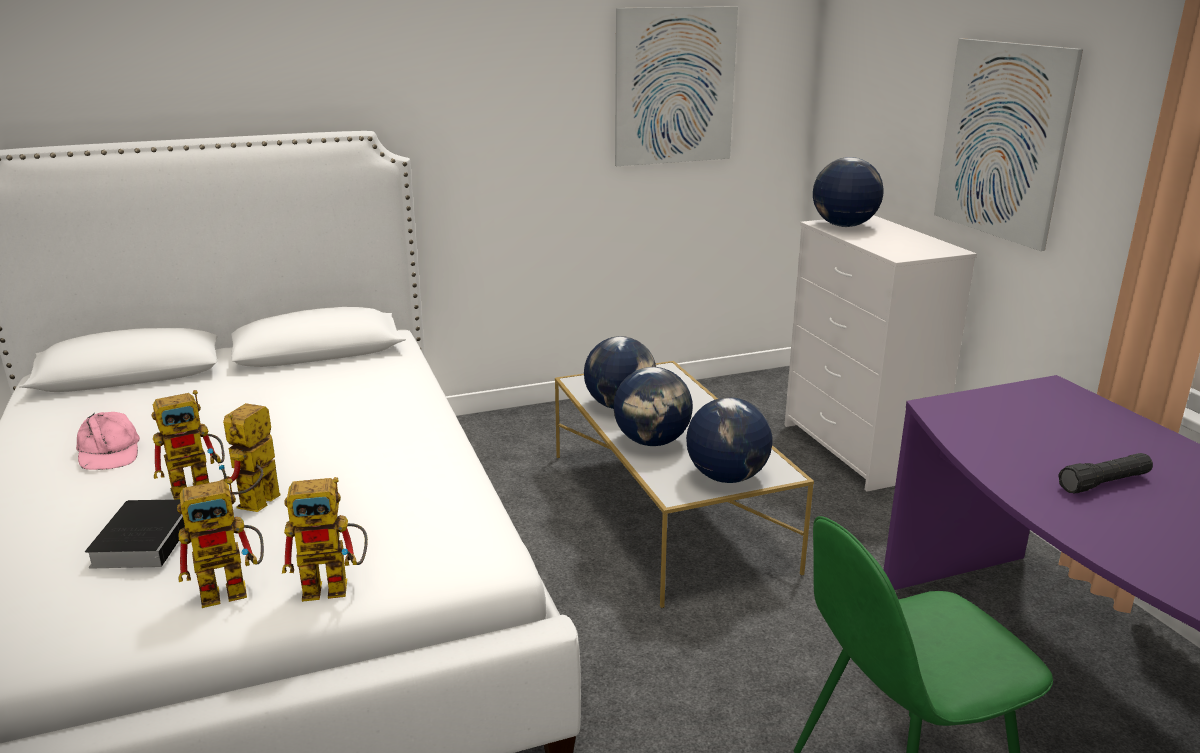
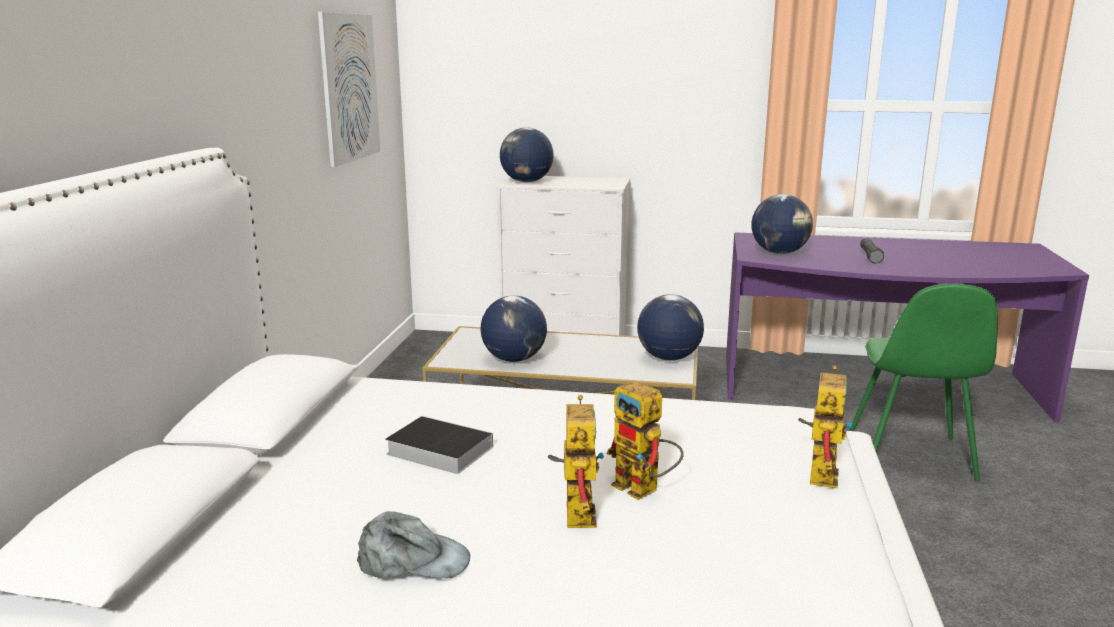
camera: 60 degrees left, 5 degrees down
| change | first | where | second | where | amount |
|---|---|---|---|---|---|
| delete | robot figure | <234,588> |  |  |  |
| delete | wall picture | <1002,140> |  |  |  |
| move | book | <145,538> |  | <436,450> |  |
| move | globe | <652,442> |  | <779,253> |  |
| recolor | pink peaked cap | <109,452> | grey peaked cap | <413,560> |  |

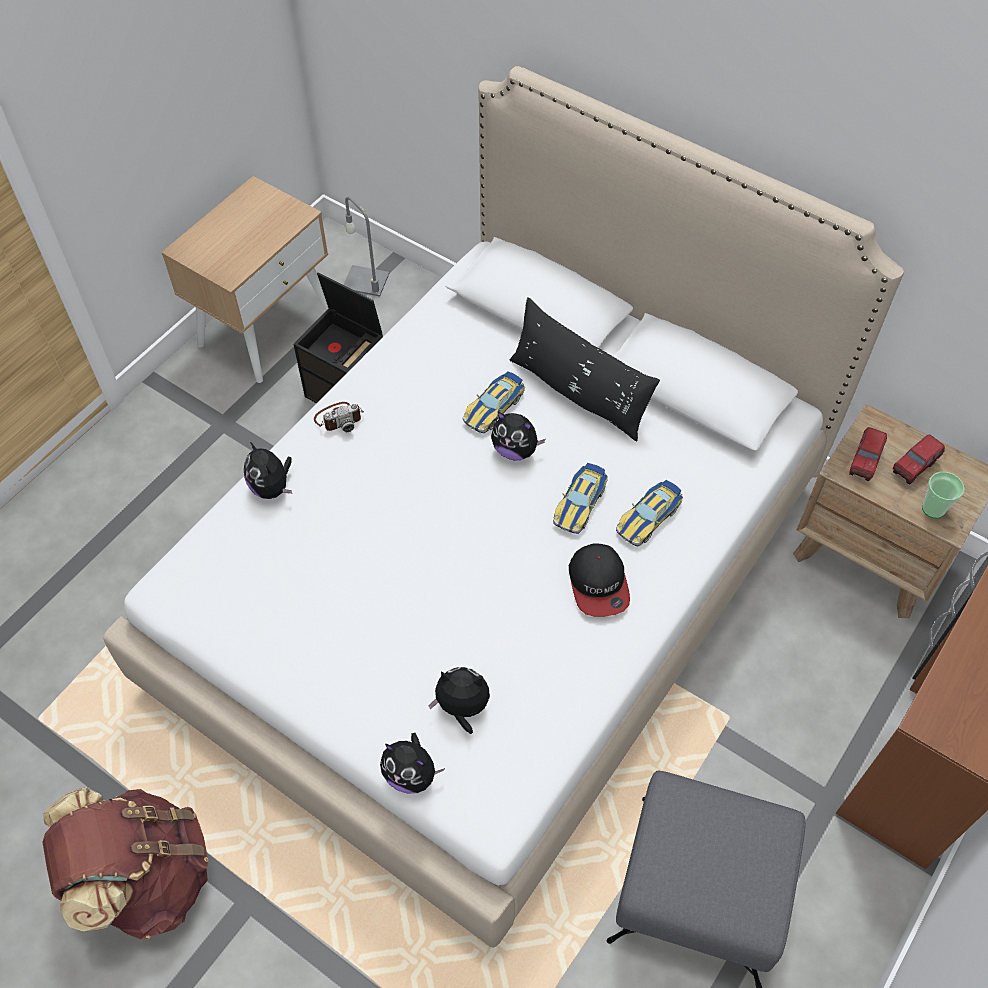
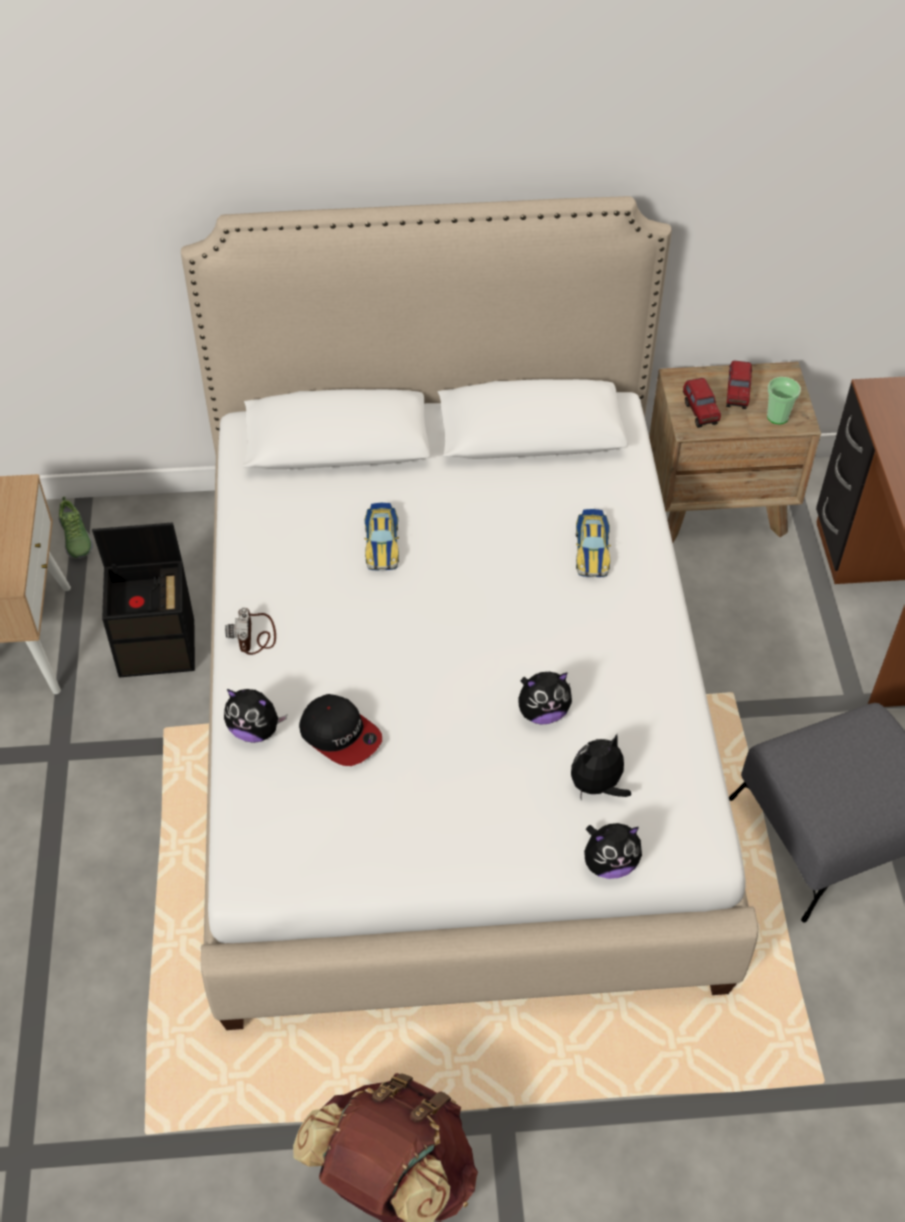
camera: 40 degrees left, 5 degrees down
| change | first | where | second | where | amount |
|---|---|---|---|---|---|
| delete | black-coloured throw pillow | <578,393> |  |  |  |
| delete | model car | <580,503> |  |  |  |
| move | soft toy | <515,450> |  | <542,712> |  |
| move | peaked cap | <599,584> |  | <340,735> |  |
| replace | grey tabletop lamp | <367,281> | shoe | <75,538> |  |
| rotate | photo camera | <339,418> |  | <254,635> | 150 degrees clockwise |

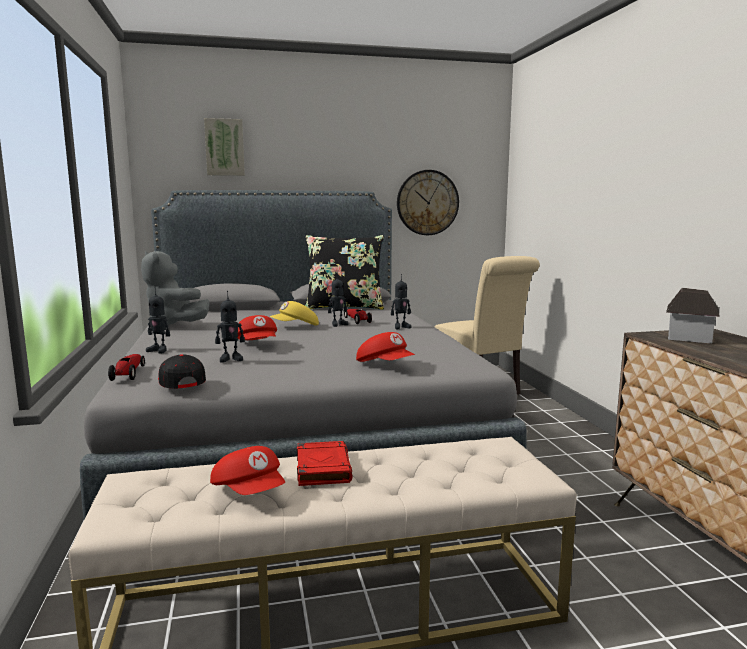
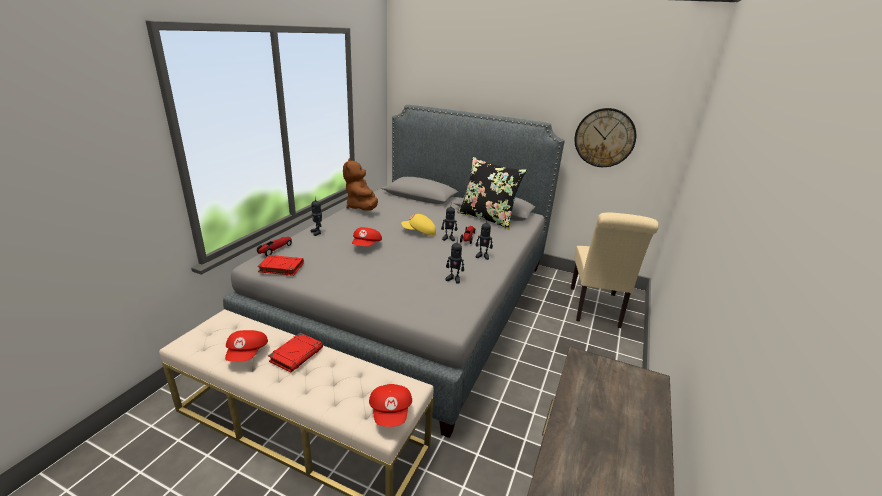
camera: 35 degrees right, 15 degrees up
| change | first | where | second | where | amount |
|---|---|---|---|---|---|
| delete | wall picture | <224,147> |  |  |  |
| delete | model house | <689,337> |  |  |  |
| move | robot figure | <231,359> |  | <454,279> |  |
| move | reddish peaked cap | <385,365> |  | <391,412> |  |
| replace | black-coloured peaked cap | <180,382> | reddish book | <280,268> |  |
| recolor | grey soft toy | <174,325> | brown-coloured soft toy | <362,208> |  |

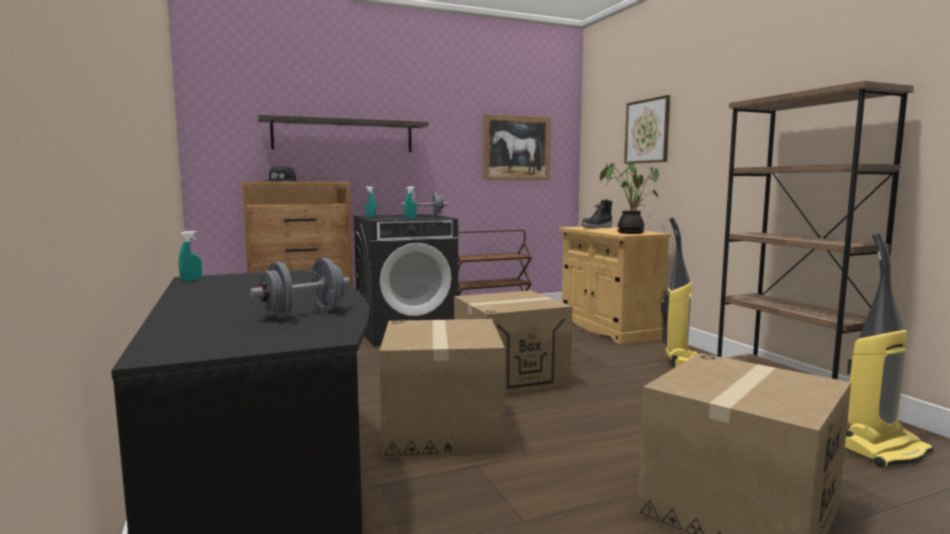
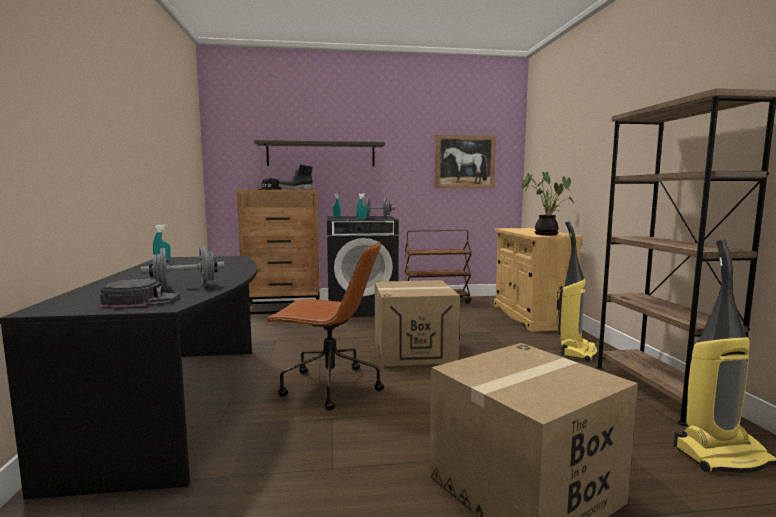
camera: 15 degrees right, 0 degrees up
| change | first | where | second | where | amount |
|---|---|---|---|---|---|
| delete | wall picture | <647,131> |  |  |  |
| insert |  |  | black-coloured peaked cap | <142,301> |  |
| move | black-coloured boot | <597,228> |  | <295,189> |  |
| replace | carton | <442,429> | brown-coloured office chair | <328,387> |  |

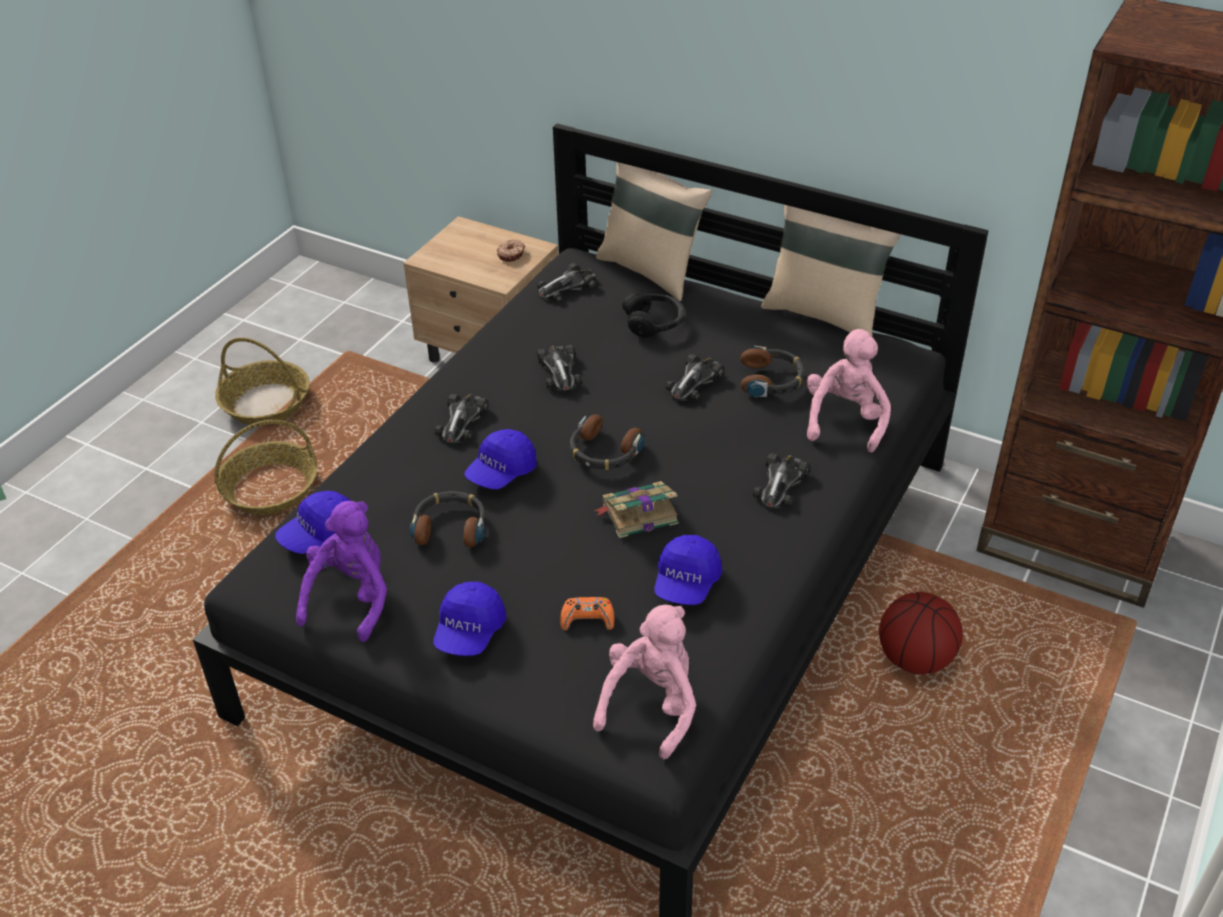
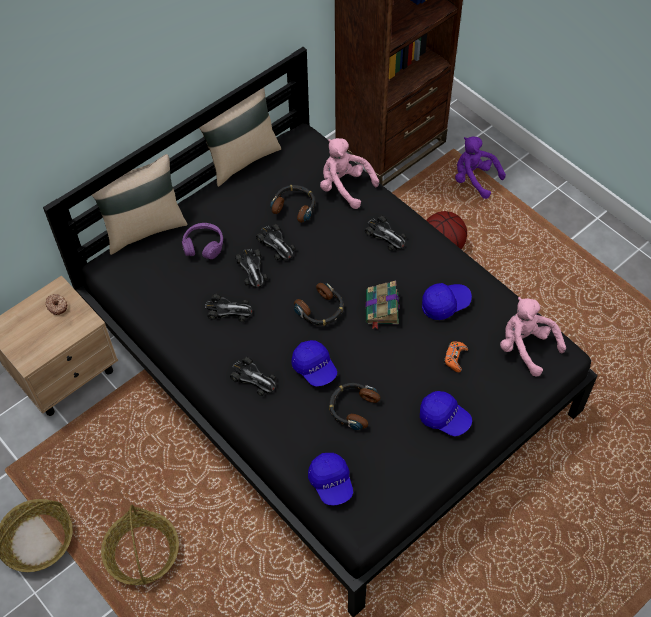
camera: 70 degrees left, 15 degrees up
| change | first | where | second | where | amount |
|---|---|---|---|---|---|
| move | purple soft toy | <352,598> |  | <474,179> |  |
| move | model car | <566,287> |  | <252,269> |  |
| recolor | black-coloured headset | <654,323> | purple headset | <203,245> |  |
| rotate | bluish peaked cap | <686,583> |  | <445,304> | 60 degrees counterclockwise |

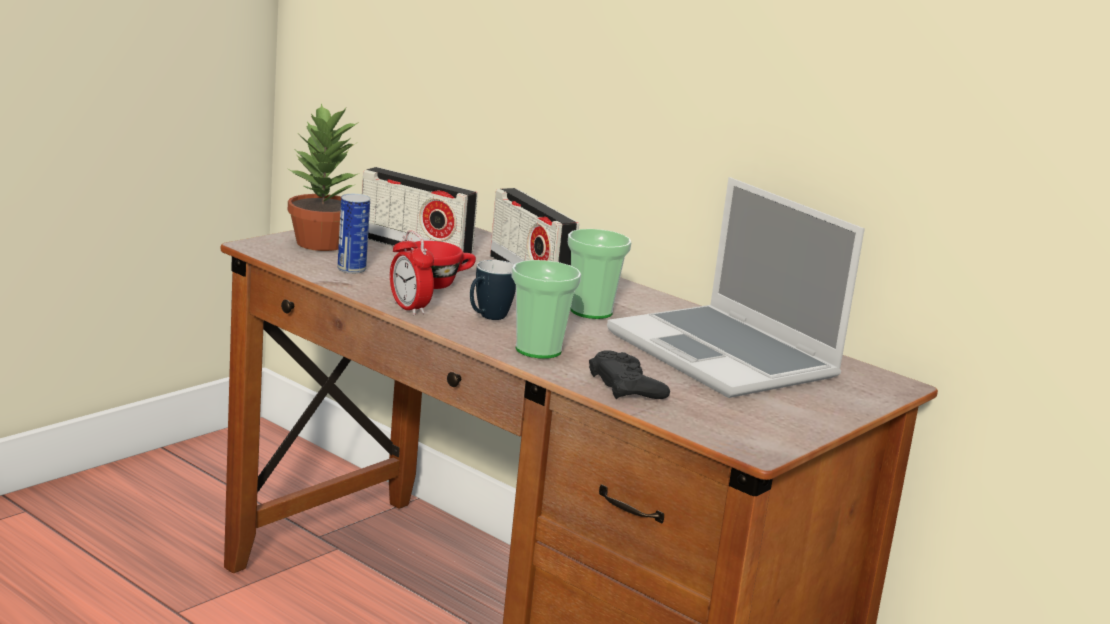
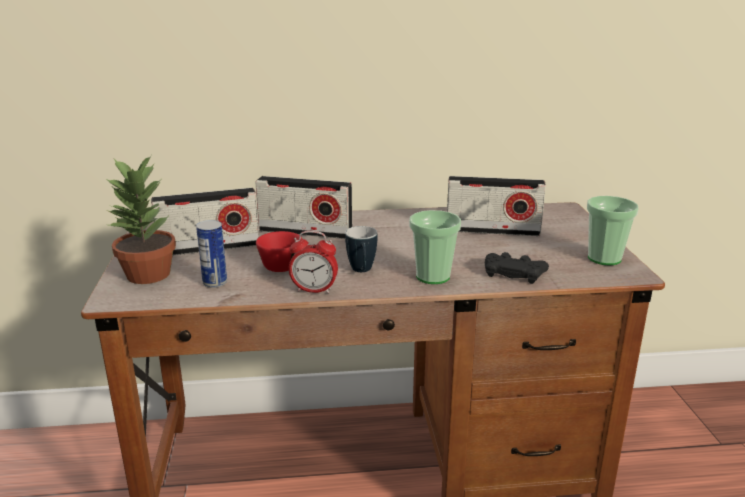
camera: 45 degrees left, 5 degrees up
| change | first | where | second | where | amount |
|---|---|---|---|---|---|
| move | small cup | <591,311> |  | <604,258> |  |
| replace | portable computer | <726,356> | radio receiver | <492,230> |  |

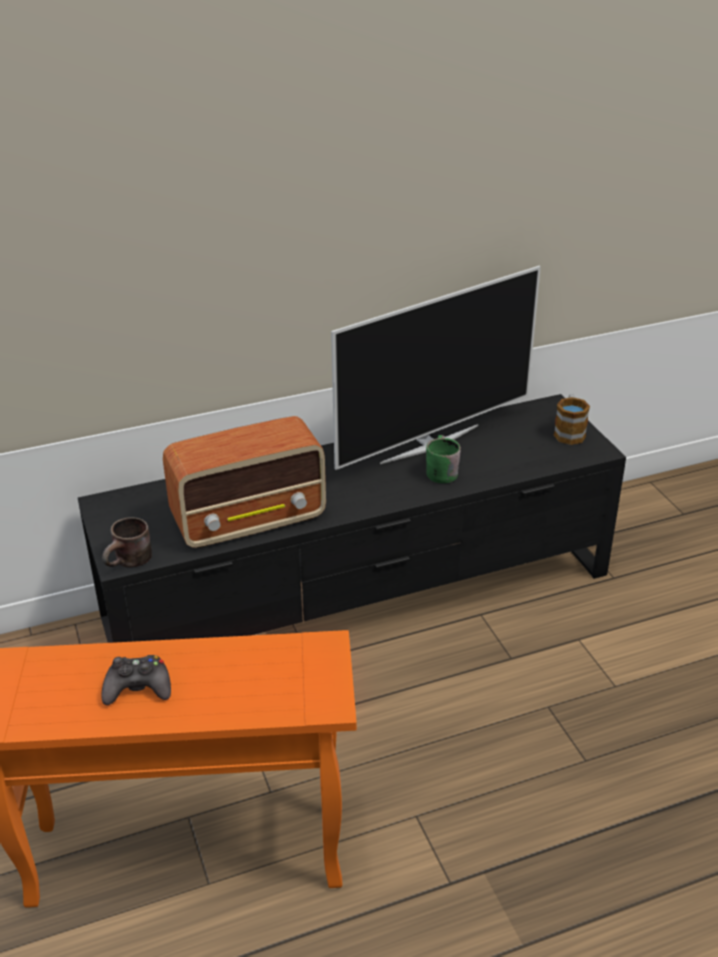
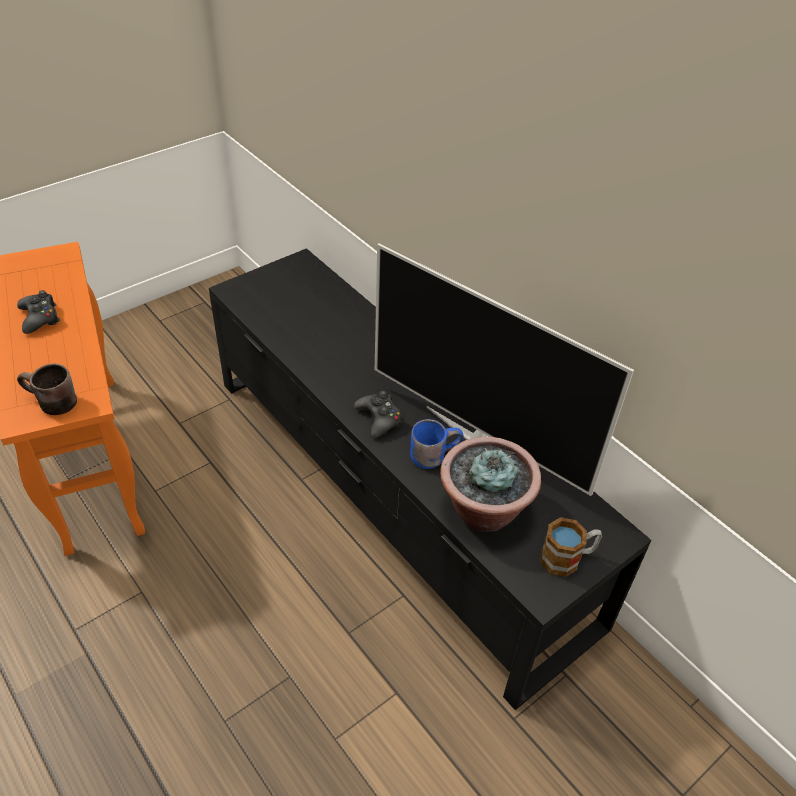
camera: 70 degrees right, 10 degrees up
| change | first | where | second | where | amount |
|---|---|---|---|---|---|
| delete | radio receiver | <250,520> |  |  |  |
| insert |  |  | black-coloured game controller | <379,419> |  |
| insert |  |  | potted plant | <483,510> |  |
| move | brown-coloured coffee mug | <131,563> |  | <50,404> |  |
| recolor | green-coloured coffee mug | <438,471> | bluish coffee mug | <433,453> |  |

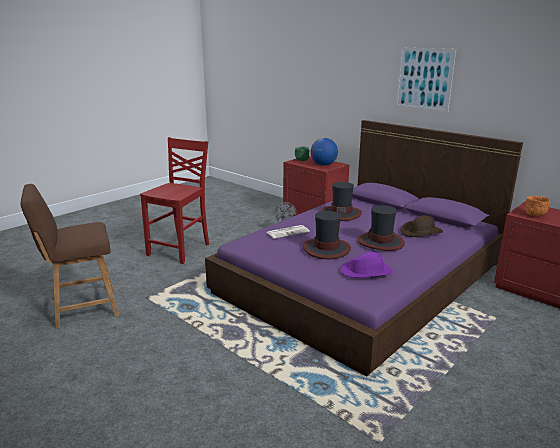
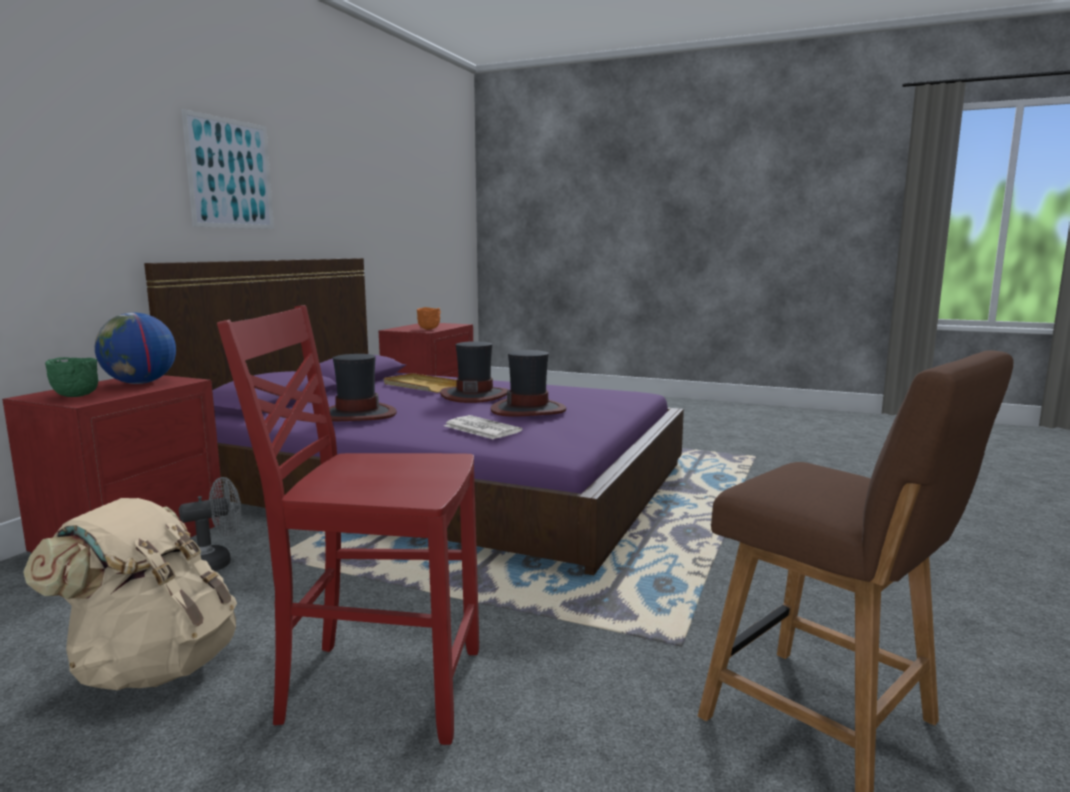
camera: 110 degrees left, 10 degrees down
| change | first | where | second | where | amount |
|---|---|---|---|---|---|
| delete | purple clothing hat | <366,271> |  |  |  |
| insert |  |  | sand-coloured rucksack | <153,666> |  |
| replace | brown-coloured clothing hat | <421,232> | sand-coloured serving tray | <421,386> |  |

